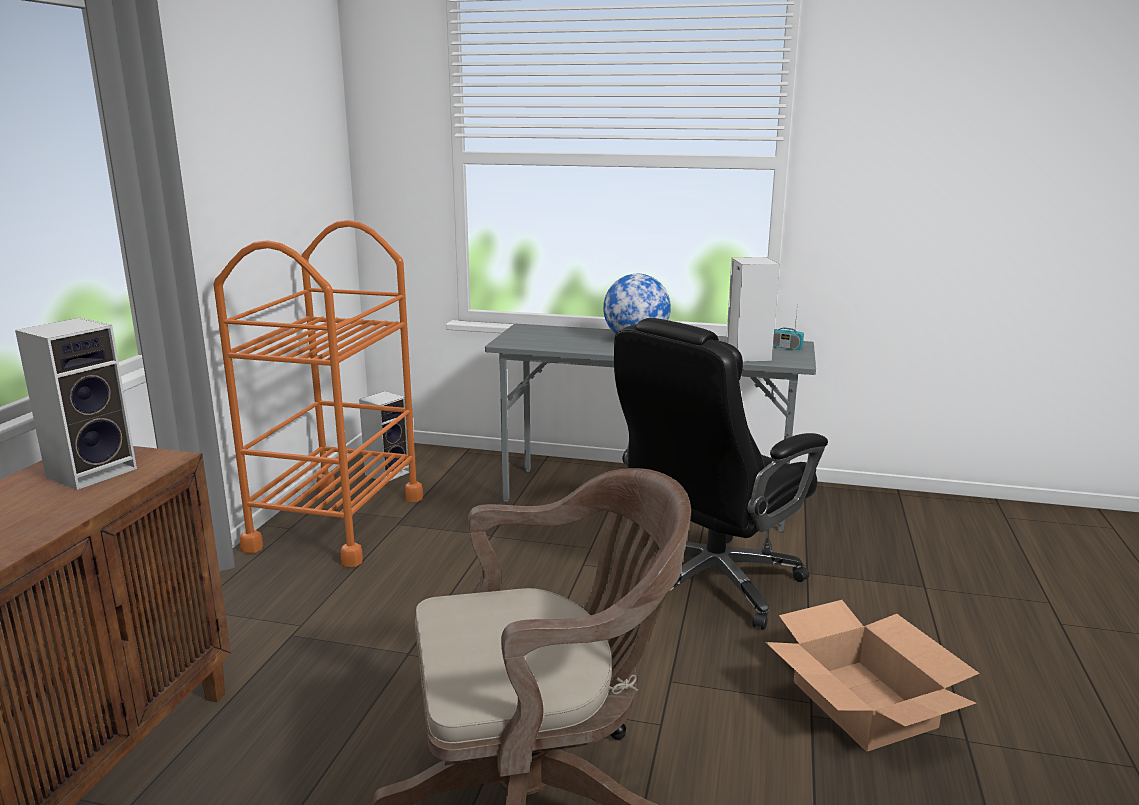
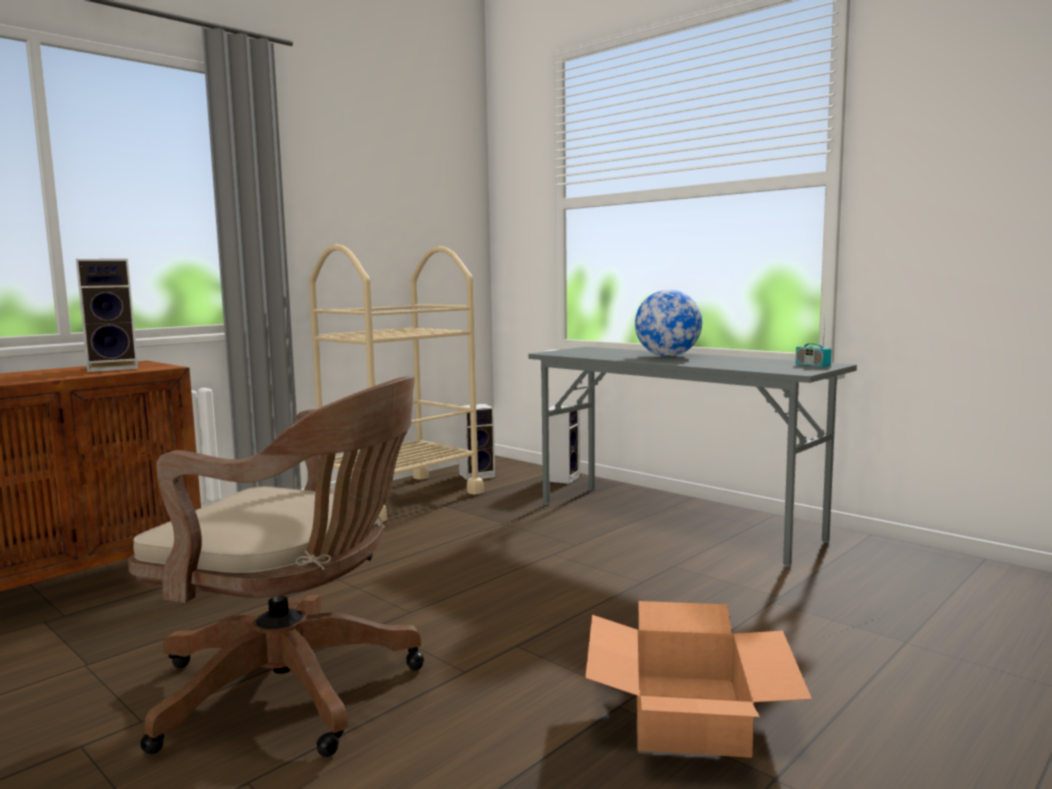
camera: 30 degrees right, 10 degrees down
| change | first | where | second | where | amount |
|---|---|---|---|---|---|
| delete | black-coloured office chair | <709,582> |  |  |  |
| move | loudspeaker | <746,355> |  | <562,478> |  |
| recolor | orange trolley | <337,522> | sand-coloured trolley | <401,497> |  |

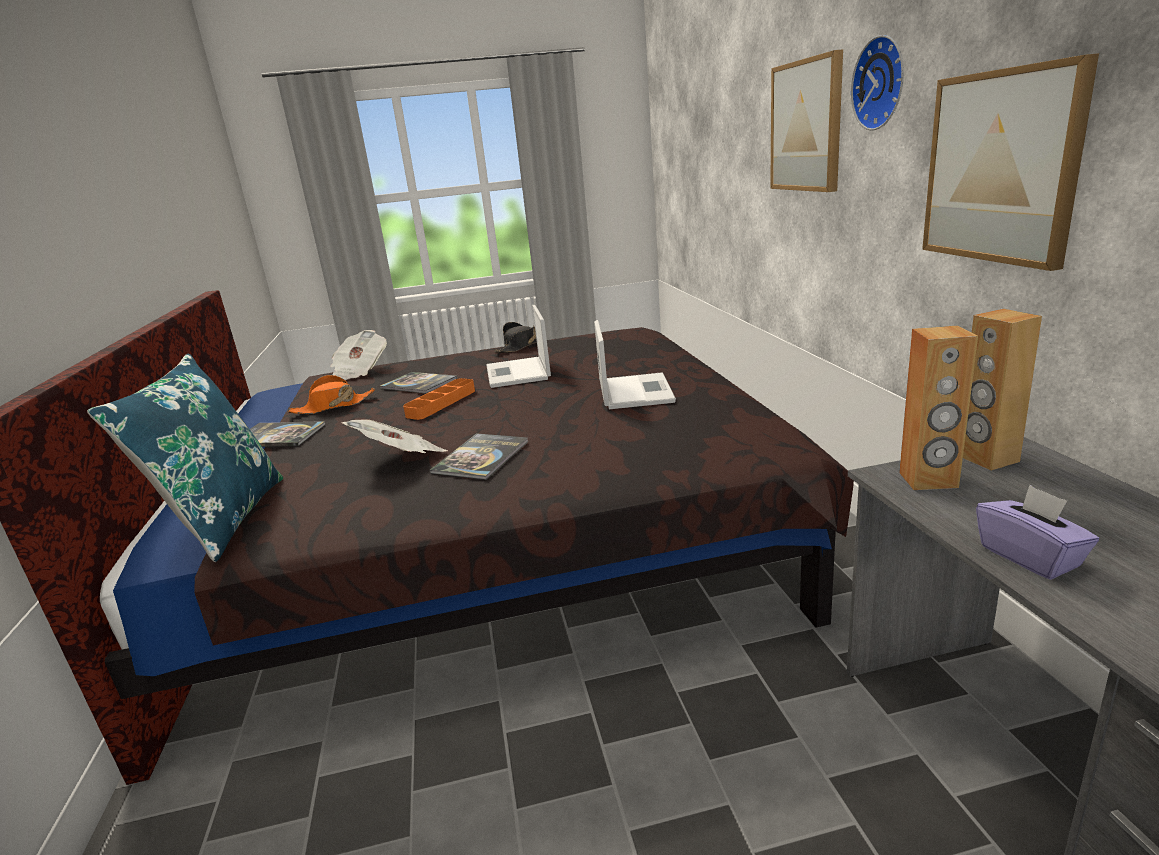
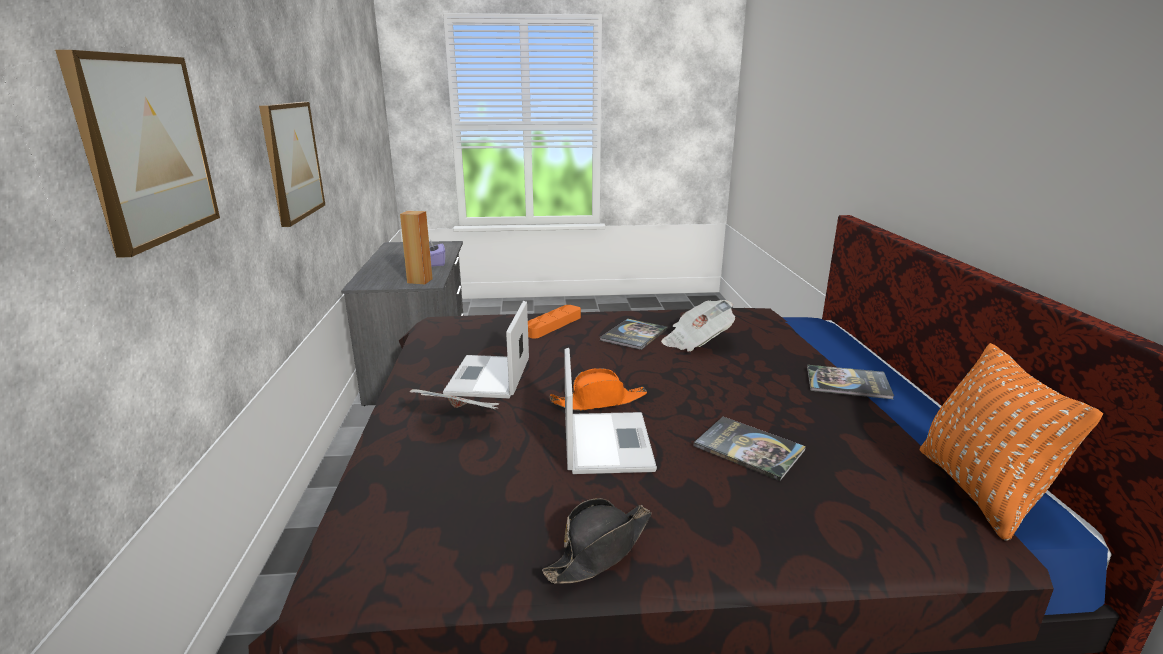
camera: 175 degrees left, 0 degrees up
| change | first | where | second | where | amount |
|---|---|---|---|---|---|
| delete | bluish throw pillow | <224,519> |  |  |  |
| delete | hanging clock | <882,83> |  |  |  |
| delete | brown-coloured loudspeaker | <986,458> |  |  |  |
| insert |  |  | orange throw pillow | <978,491> |  |
| move | orange clothing hat | <333,406> |  | <599,401> |  |
| move | newspaper | <359,372> |  | <461,420> |  |
| move | orange serving tray | <441,403> |  | <552,325> |  |

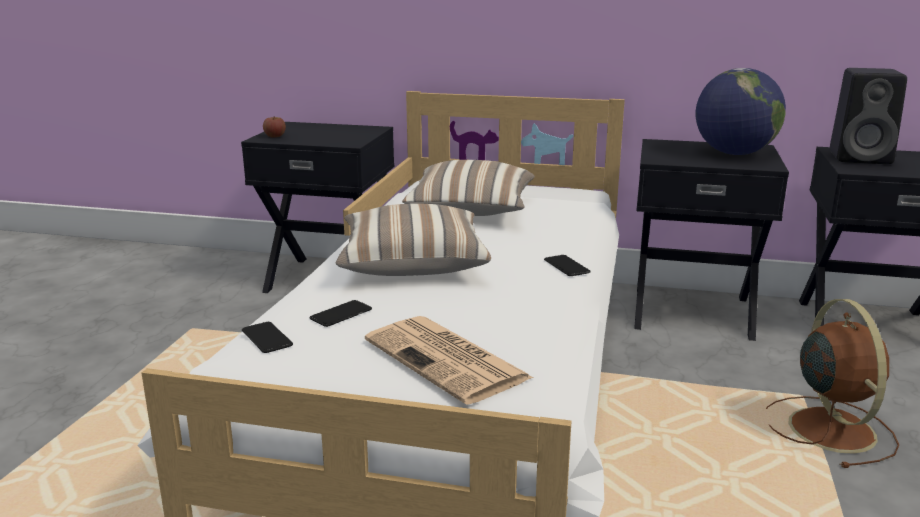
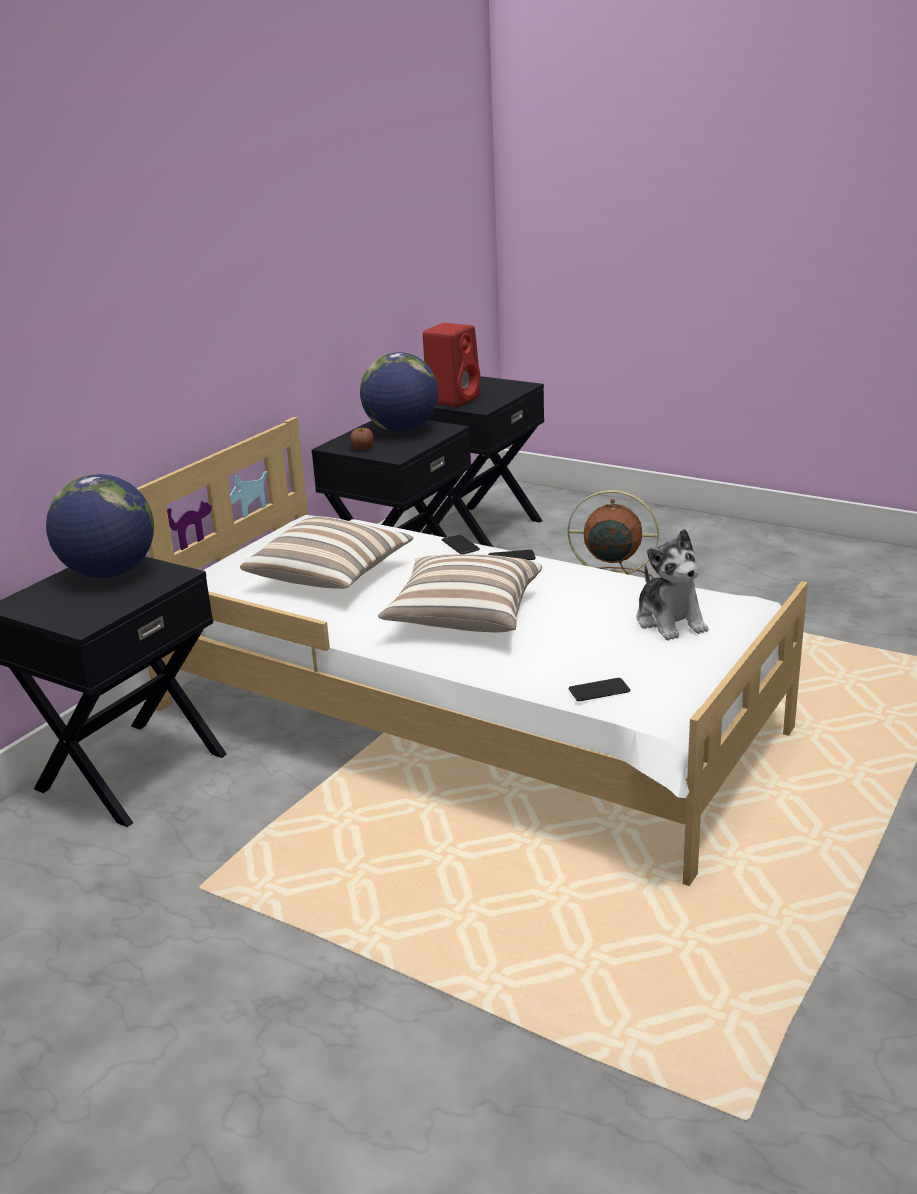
camera: 70 degrees left, 5 degrees up
| change | first | where | second | where | amount |
|---|---|---|---|---|---|
| insert |  |  | globe | <109,573> |  |
| move | whole apple | <275,136> |  | <362,448> |  |
| move | telephone | <341,314> |  | <460,545> |  |
| replace | newspaper | <448,360> | soft toy | <670,621> |  |
| recolor | black-coloured loudspeaker | <862,158> | reddish loudspeaker | <453,399> |  |

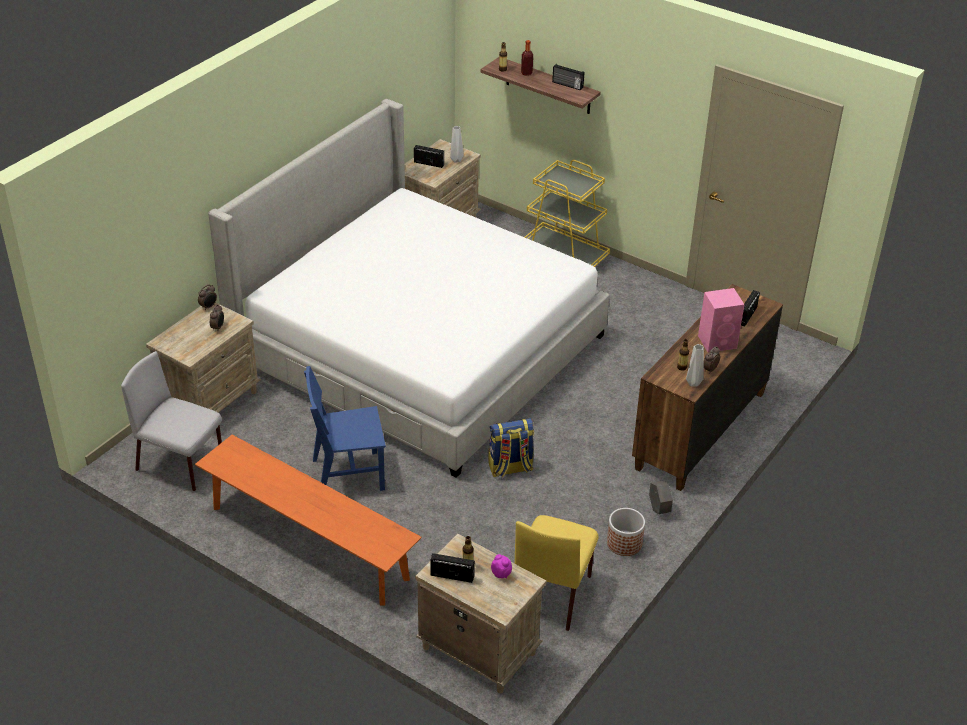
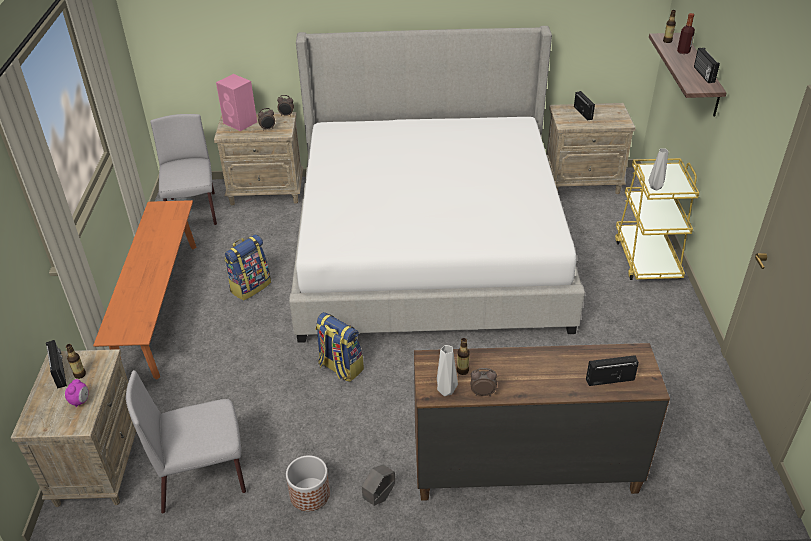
camera: 55 degrees right, 0 degrees up
| change | first | where | second | where | amount |
|---|---|---|---|---|---|
| move | grey vase | <456,160> |  | <655,188> |  |
| move | pink loudspeaker | <718,342> |  | <240,123> |  |
| replace | bluish upright chair | <348,474> | rucksack | <250,287> |  |
| recolor | yellow upright chair | <552,593> | grey upright chair | <203,477> |  |

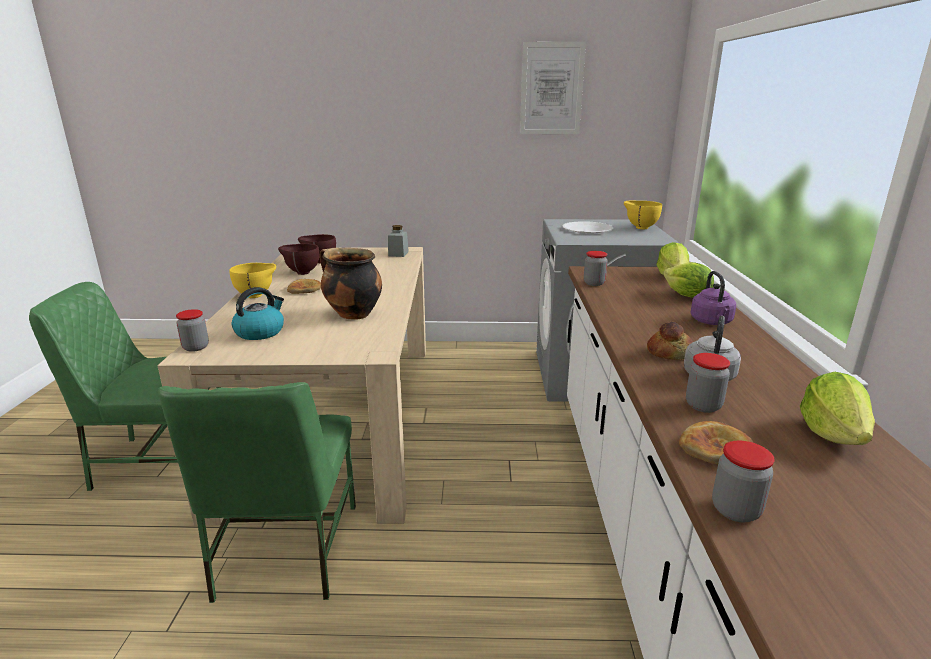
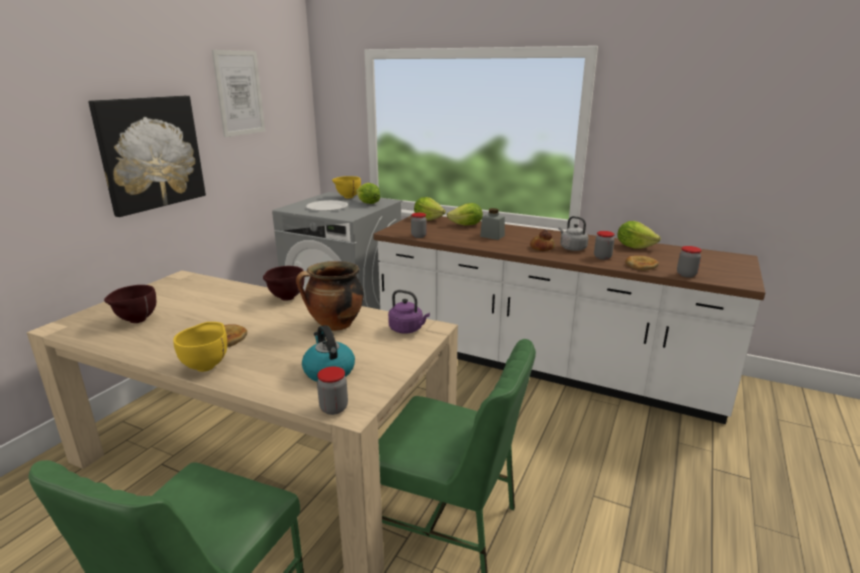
camera: 65 degrees left, 0 degrees up
| change | first | where | second | where | amount |
|---|---|---|---|---|---|
| insert |  |  | wall picture | <151,153> |  |
| insert |  |  | lettuce head | <368,203> |  |
| move | brown-coloured bowl | <301,273> |  | <285,299> |  |
| move | grey jar | <398,254> |  | <492,236> |  |
| move | purple water kettle | <712,322> |  | <407,329> |  |

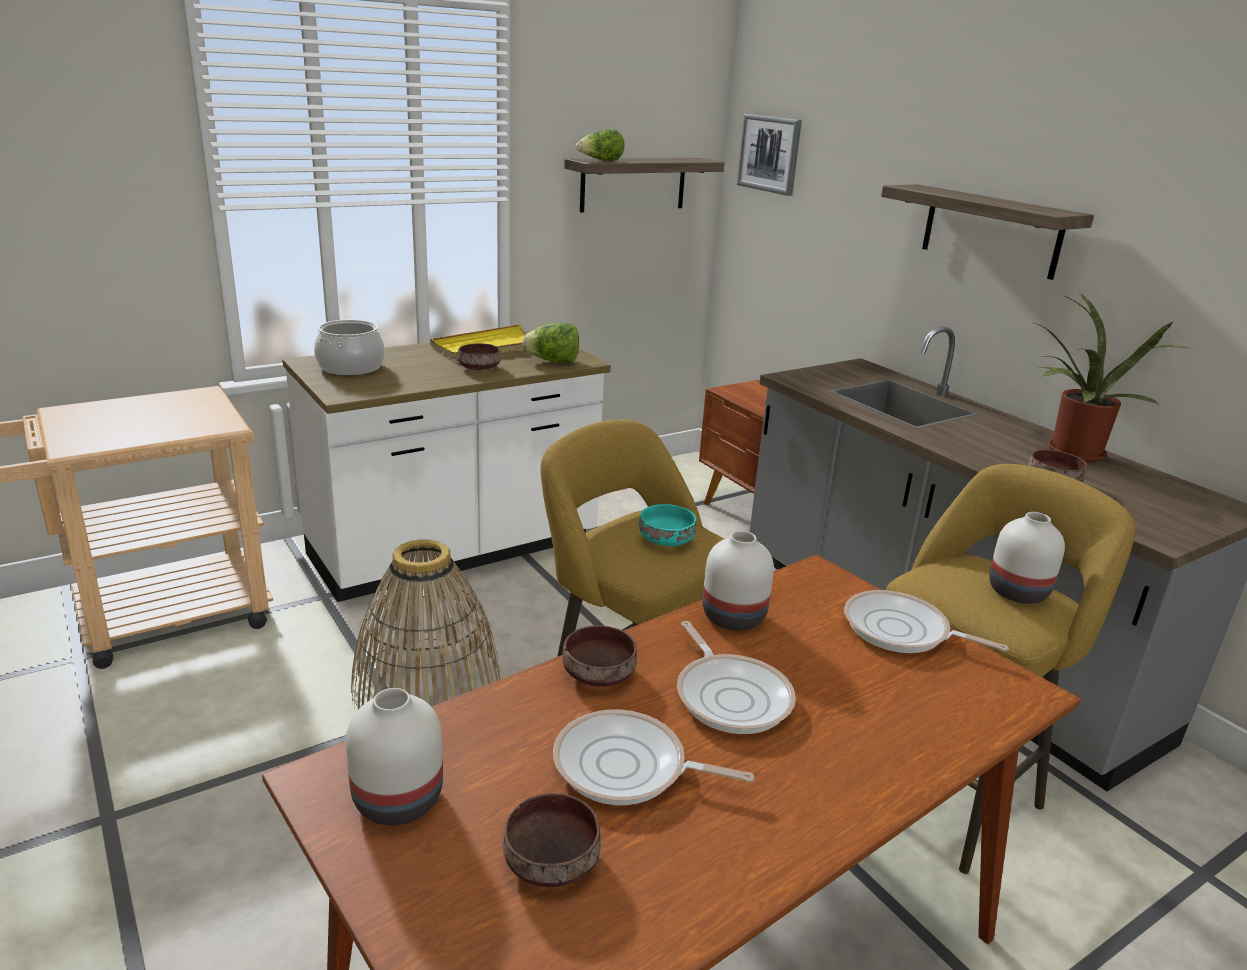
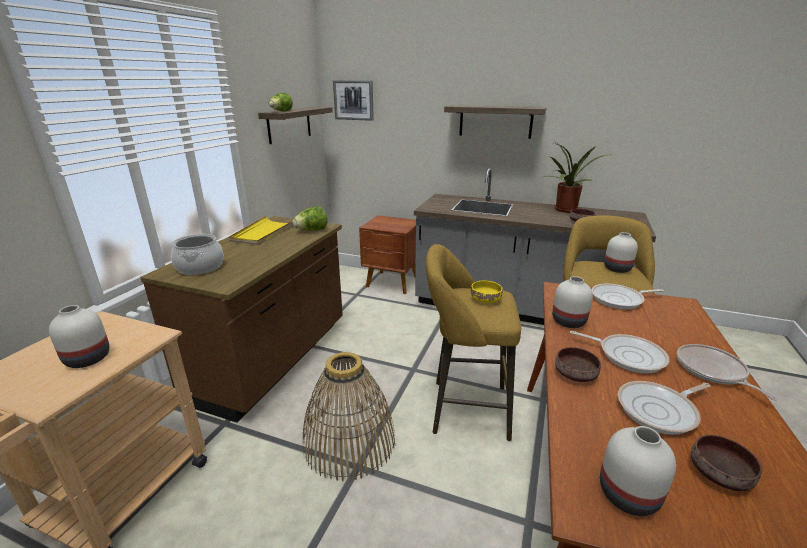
camera: 35 degrees left, 0 degrees up
| change | first | where | second | where | amount |
|---|---|---|---|---|---|
| delete | brown-coloured bowl | <478,368> |  |  |  |
| insert |  |  | white-coloured vase | <87,358> |  |
| insert |  |  | skillet | <712,371> |  |
| recolor | white-coloured kitchen base unit | <455,551> | brown-coloured kitchen base unit | <273,361> |  |
| recolor | blue-green bowl | <667,540> | yellow bowl | <486,299> |  |

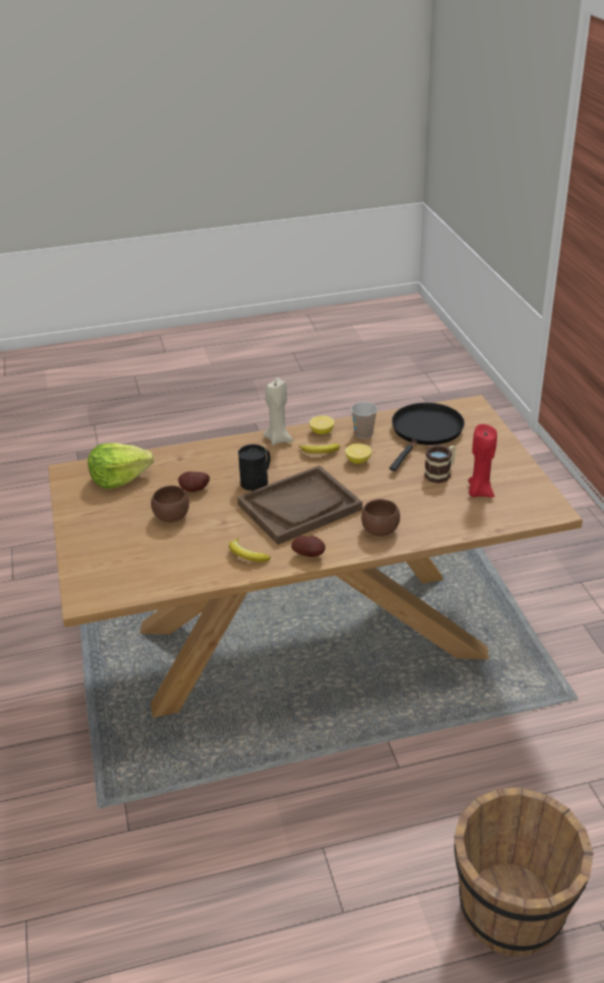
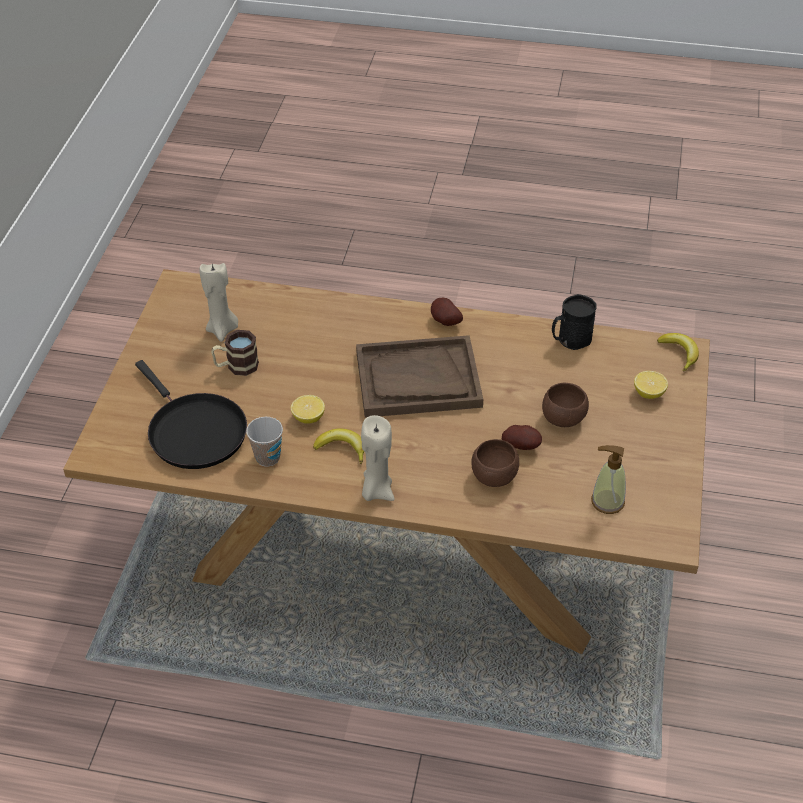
camera: 155 degrees left, 10 degrees up
| change | first | where | second | where | amount |
|---|---|---|---|---|---|
| delete | brown-coloured pail | <511,911> |  |  |  |
| move | banana fruit | <246,555> |  | <679,353> |  |
| move | black-coloured coffee mug | <257,481> |  | <570,340> |  |
| move | citrus fruit | <322,432> |  | <649,393> |  |
| move | brown-coloured bowl | <380,530> |  | <494,476> |  |
| replace | lettuce head | <119,478> | soap dispenser | <607,501> |  |
| recolor | reddish wax light | <479,492> | sand-coloured wax light | <222,330> |  |
| rotate | black-coloured skillet | <425,431> |  | <194,432> | 90 degrees counterclockwise |

